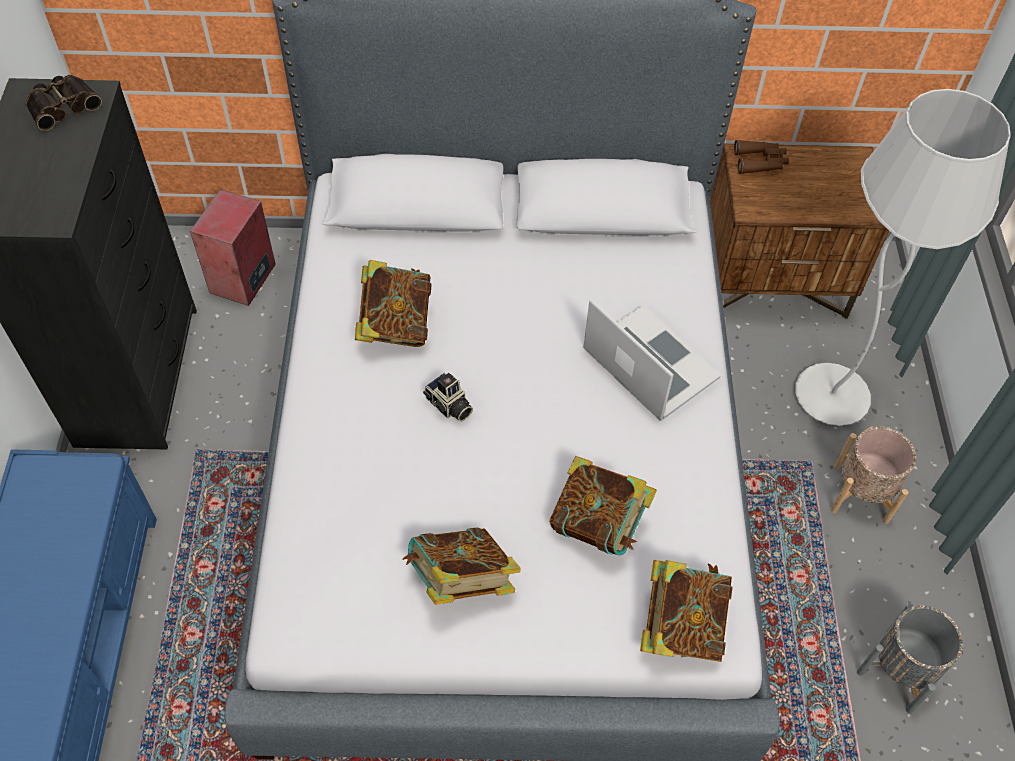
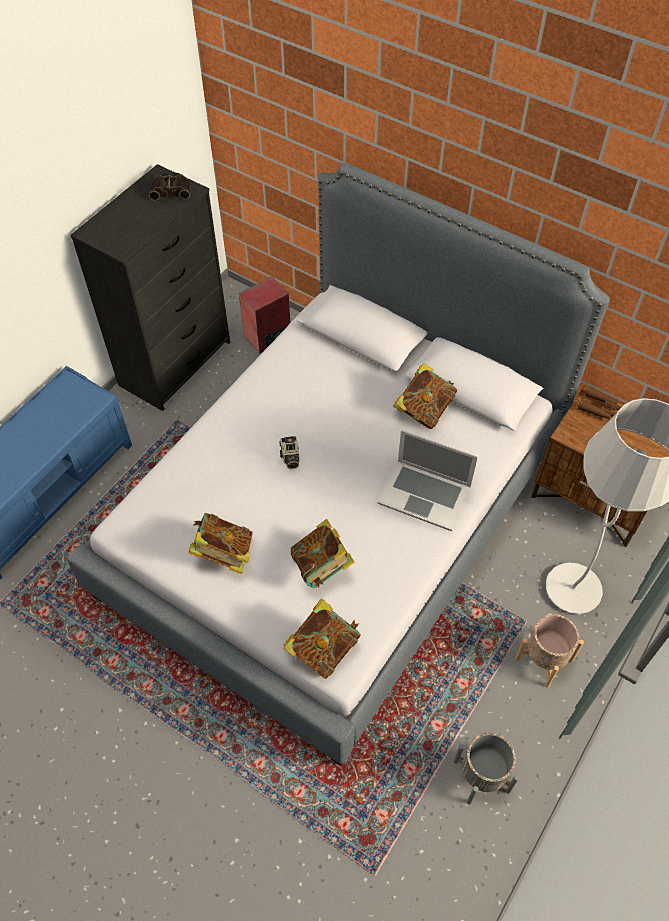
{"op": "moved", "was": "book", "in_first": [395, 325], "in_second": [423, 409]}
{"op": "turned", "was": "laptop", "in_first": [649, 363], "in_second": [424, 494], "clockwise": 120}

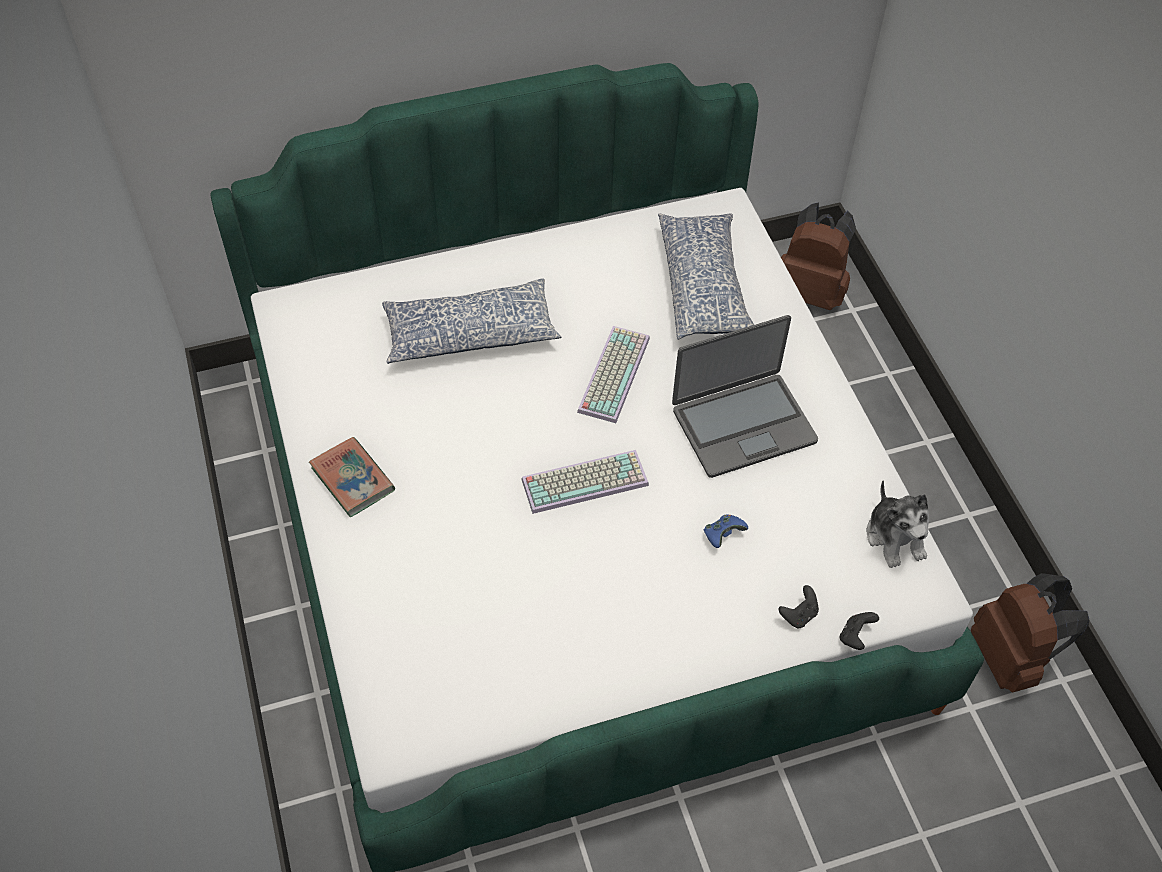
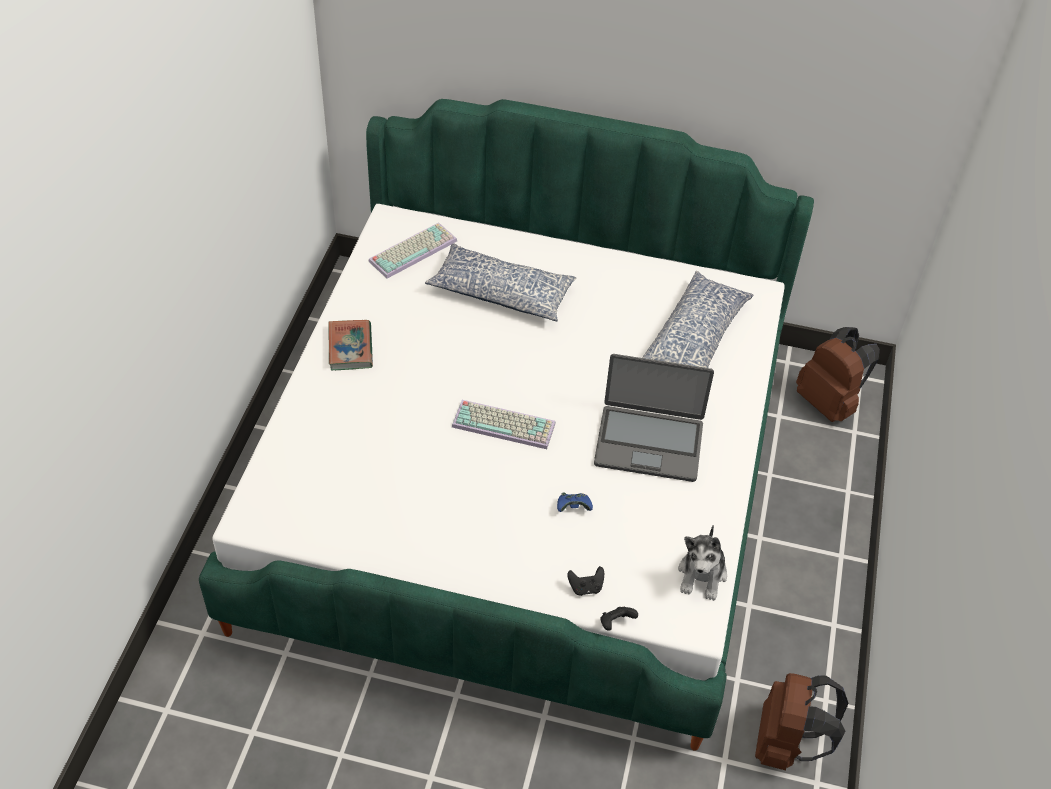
{"op": "moved", "was": "keyboard", "in_first": [612, 373], "in_second": [413, 249]}

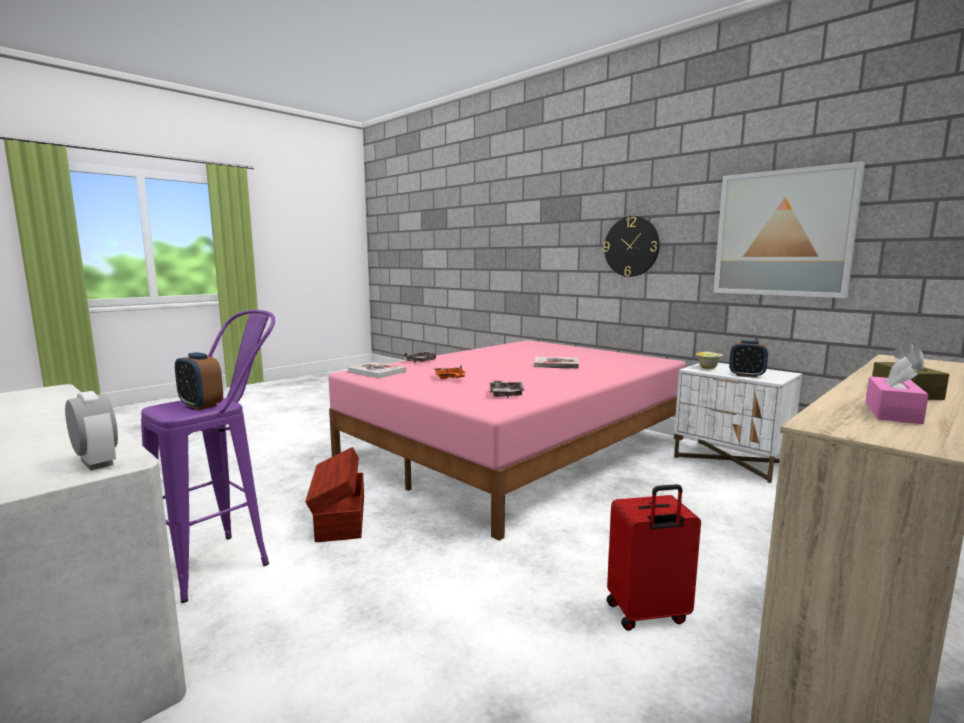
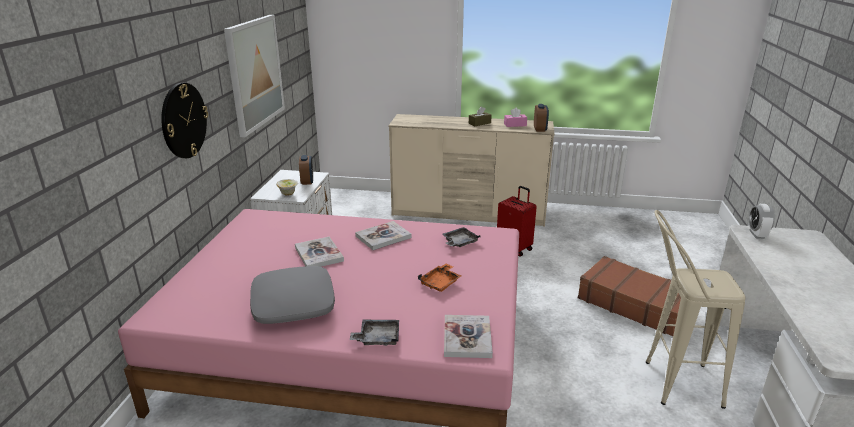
{"op": "recoloured", "was": "purple stool", "now": "beige stool", "in_first": [227, 559], "in_second": [670, 383]}
{"op": "moved", "was": "alarm clock", "in_first": [201, 405], "in_second": [540, 129]}
{"op": "removed", "was": "brown storage box", "in_first": [339, 518]}
{"op": "added", "now": "grey pillow", "in_second": [293, 304]}
{"op": "added", "now": "book", "in_second": [383, 237]}
{"op": "added", "now": "brown suitcase", "in_second": [636, 305]}

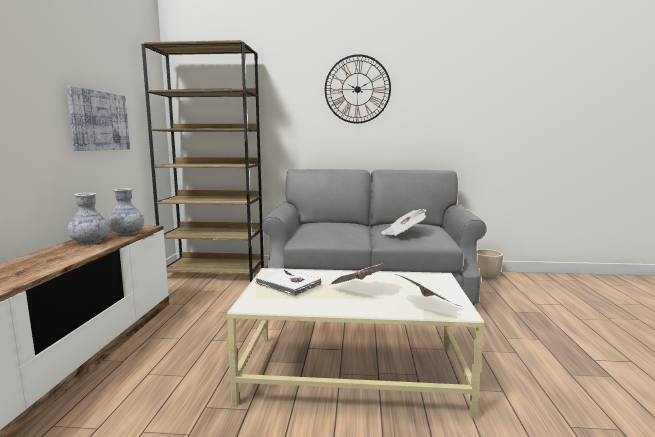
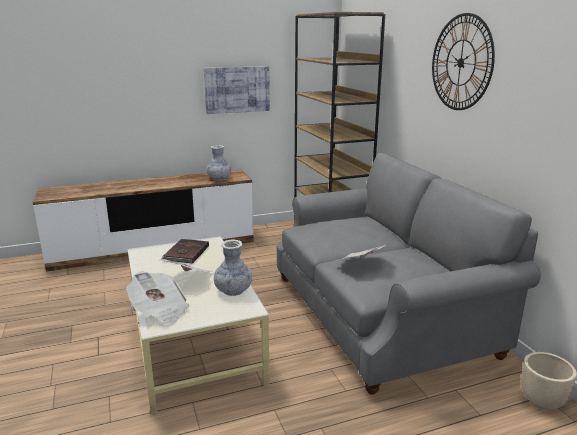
{"op": "moved", "was": "vase", "in_first": [90, 242], "in_second": [233, 290]}
{"op": "recoloured", "was": "white book", "now": "brown book", "in_first": [288, 285], "in_second": [185, 253]}

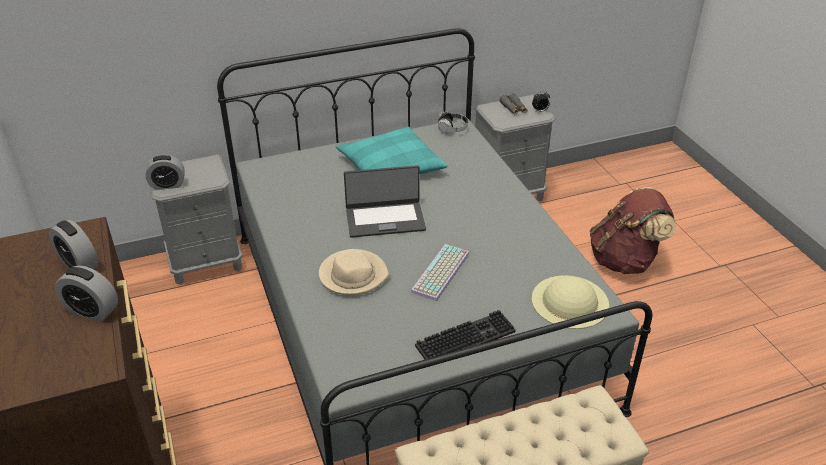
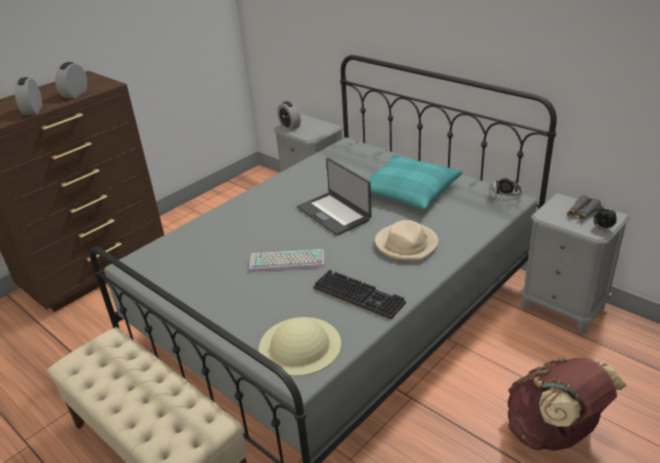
{"op": "moved", "was": "beige hat", "in_first": [353, 275], "in_second": [407, 244]}
{"op": "moved", "was": "keyboard", "in_first": [466, 337], "in_second": [361, 295]}

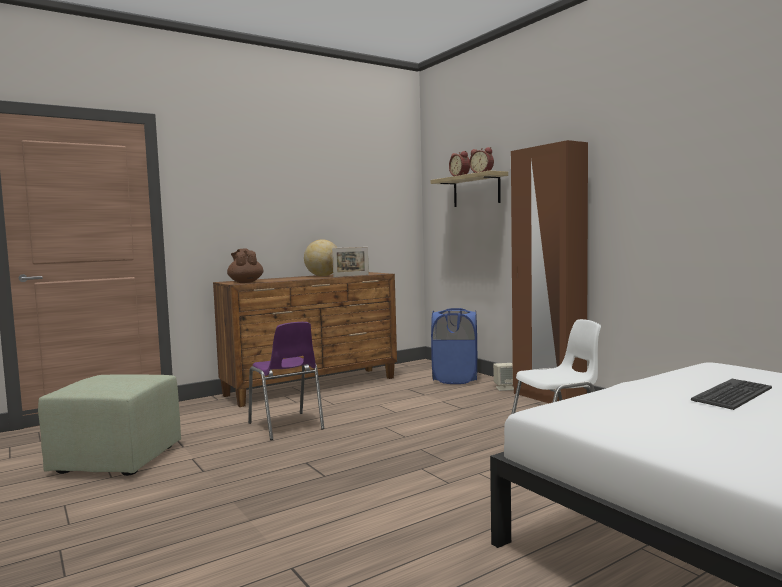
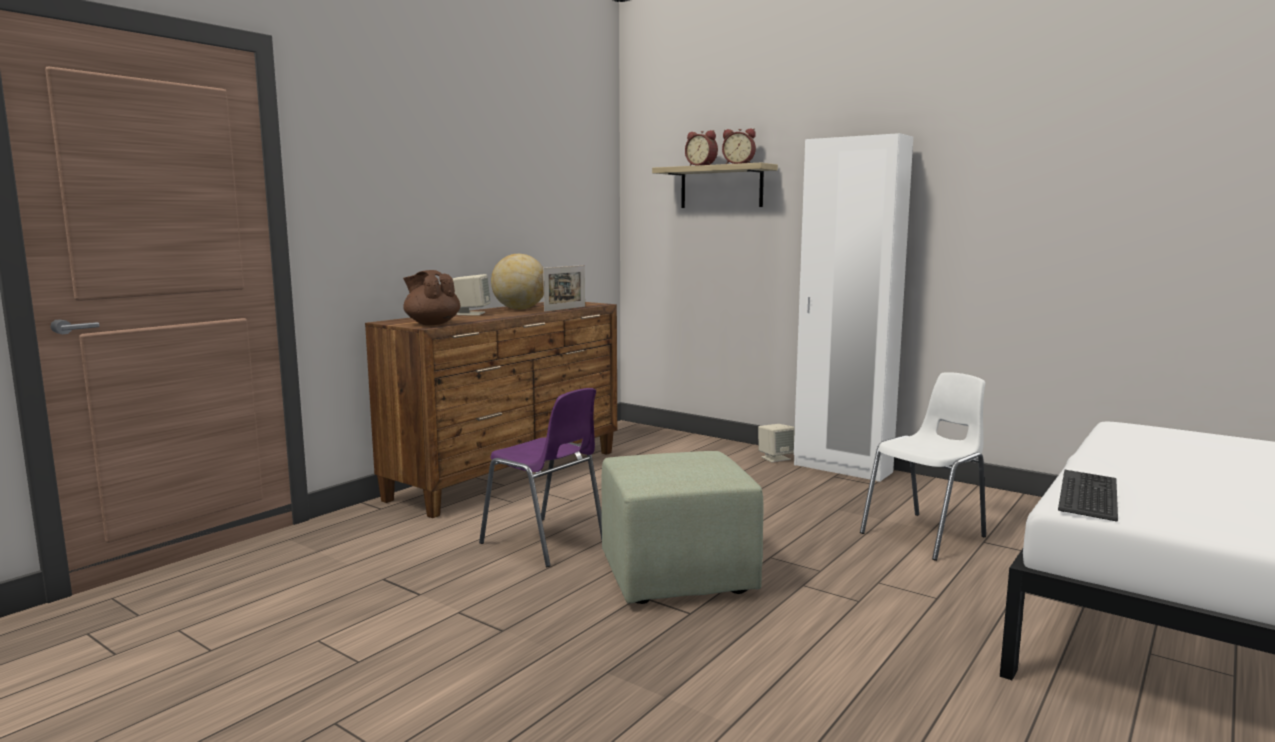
{"op": "moved", "was": "green ottoman", "in_first": [119, 460], "in_second": [678, 575]}
{"op": "removed", "was": "blue laundry basket", "in_first": [455, 379]}
{"op": "recoloured", "was": "brown wardrobe", "now": "white wardrobe", "in_first": [548, 398], "in_second": [842, 469]}
{"op": "moved", "was": "keyboard", "in_first": [733, 395], "in_second": [1090, 496]}
{"op": "added", "now": "beige speaker", "in_second": [470, 313]}

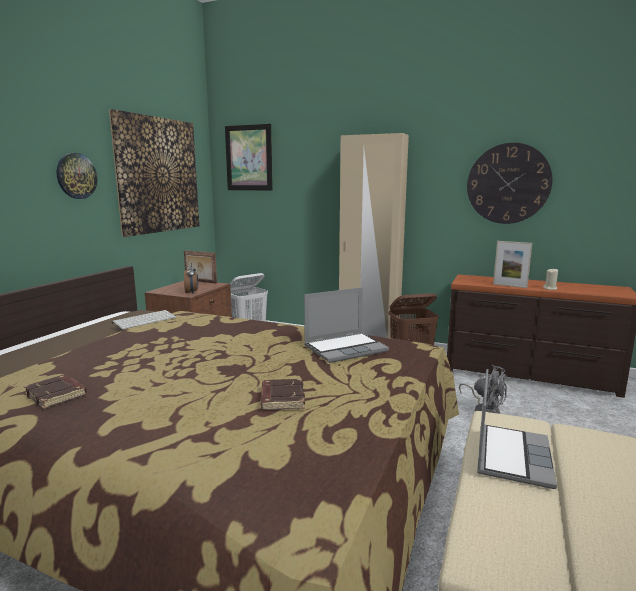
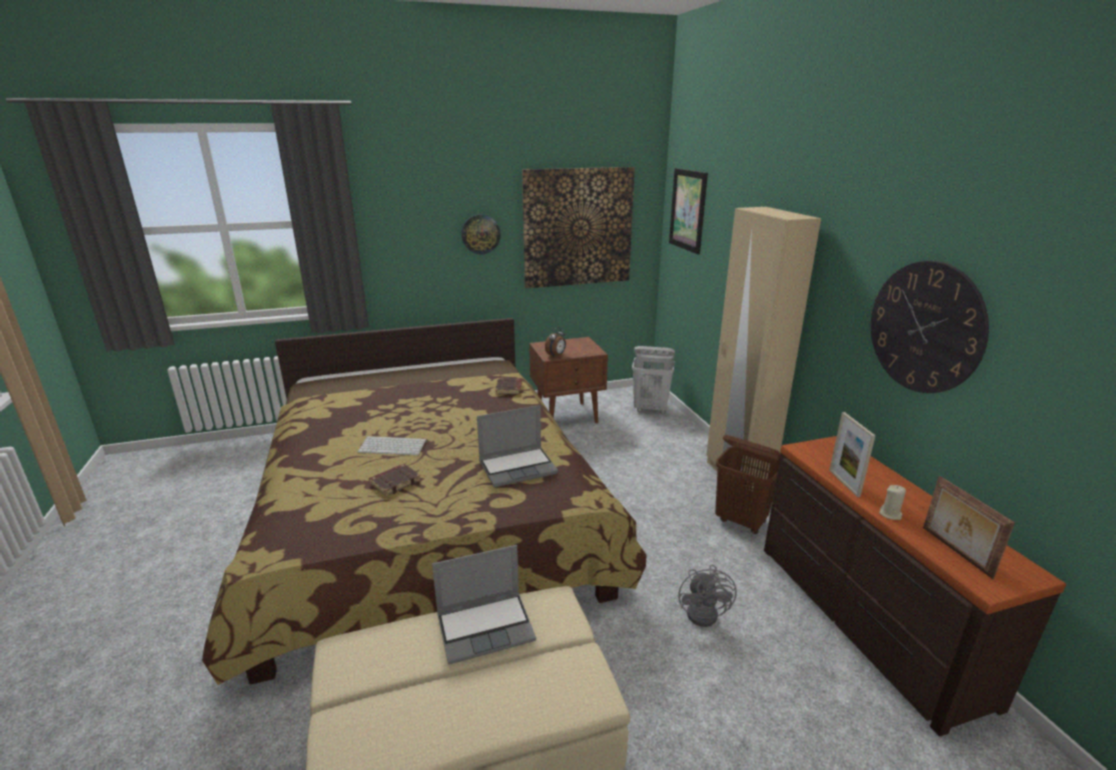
{"op": "moved", "was": "brown book", "in_first": [57, 395], "in_second": [509, 389]}
{"op": "moved", "was": "keyboard", "in_first": [145, 320], "in_second": [394, 446]}
{"op": "moved", "was": "picture frame", "in_first": [200, 281], "in_second": [955, 552]}
{"op": "turned", "was": "laptop", "in_first": [346, 348], "in_second": [518, 467], "clockwise": -45}

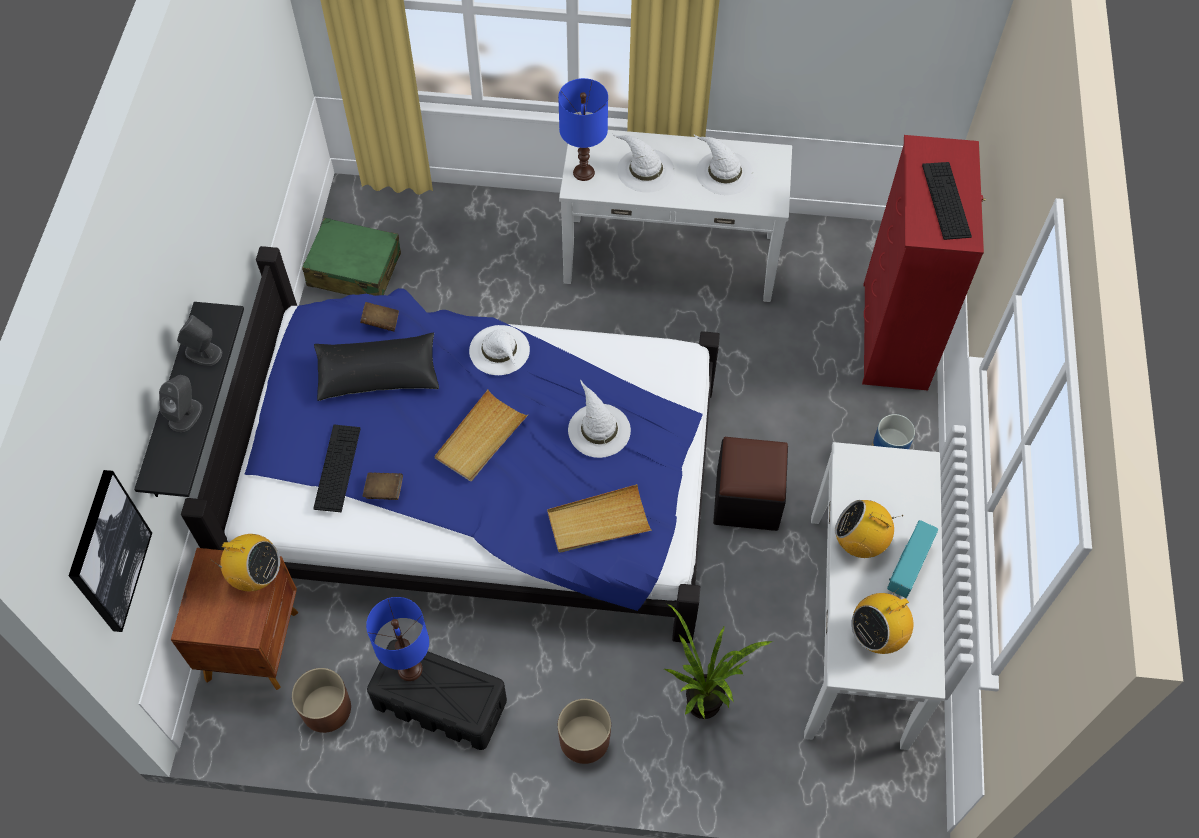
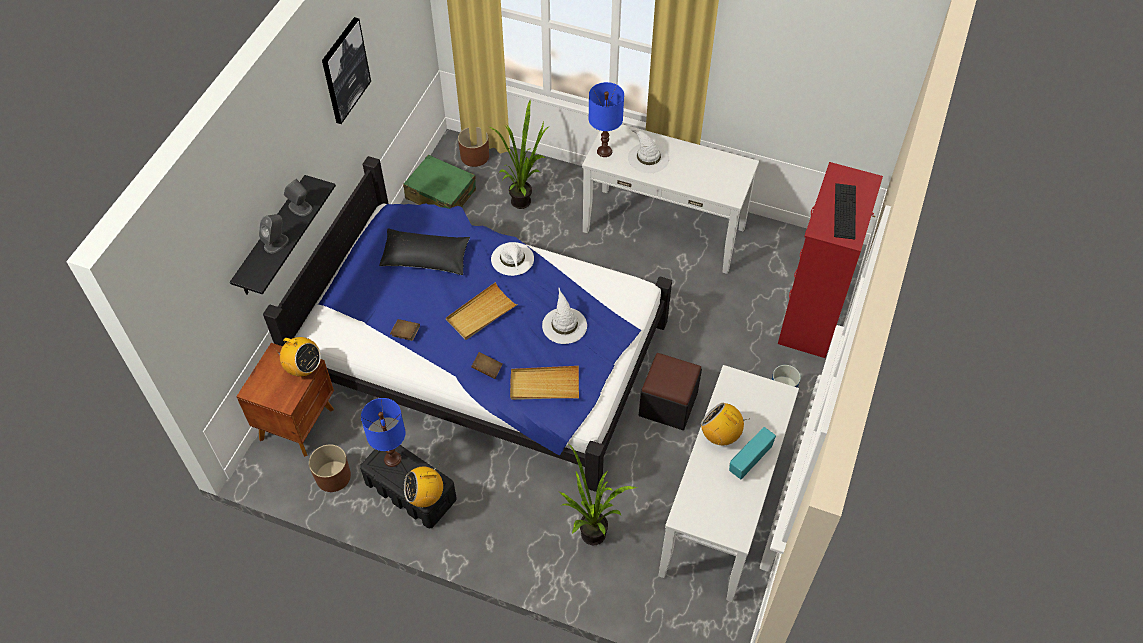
{"op": "moved", "was": "picture", "in_first": [108, 552], "in_second": [345, 70]}
{"op": "removed", "was": "keyboard", "in_first": [337, 468]}
{"op": "moved", "was": "brown book", "in_first": [381, 322], "in_second": [487, 369]}
{"op": "moved", "was": "brown planter", "in_first": [584, 739], "in_second": [474, 156]}
{"op": "removed", "was": "white hat", "in_first": [723, 172]}
{"op": "moved", "was": "radio", "in_first": [877, 635], "in_second": [425, 496]}
{"op": "added", "now": "potted plant", "in_second": [524, 199]}

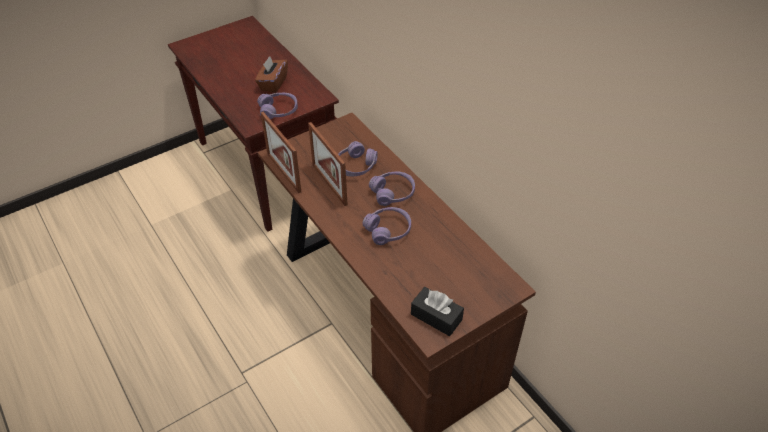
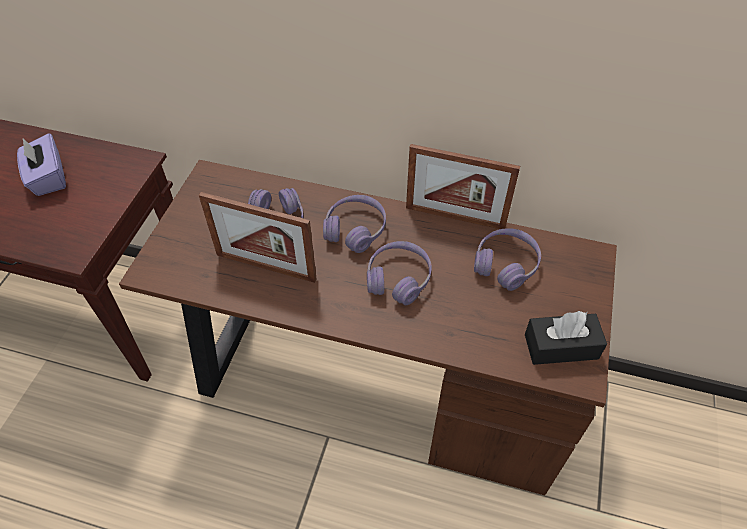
{"op": "recoloured", "was": "brown tissue box", "now": "purple tissue box", "in_first": [273, 83], "in_second": [48, 178]}
{"op": "moved", "was": "purple headphones", "in_first": [278, 111], "in_second": [505, 264]}
{"op": "moved", "was": "picture frame", "in_first": [284, 173], "in_second": [455, 217]}

